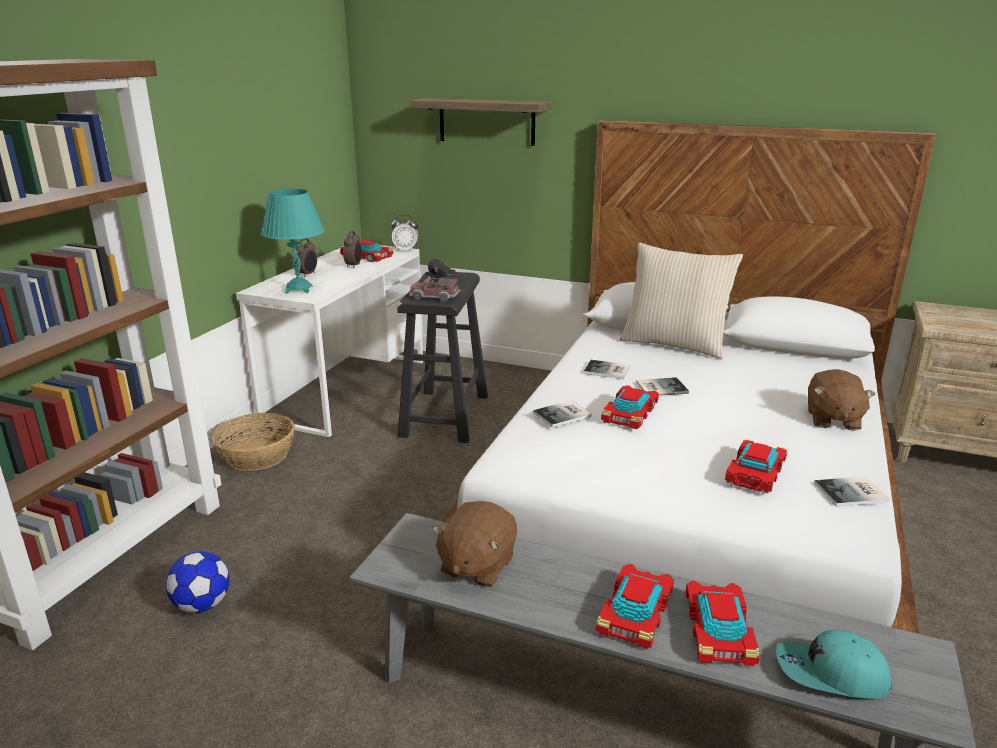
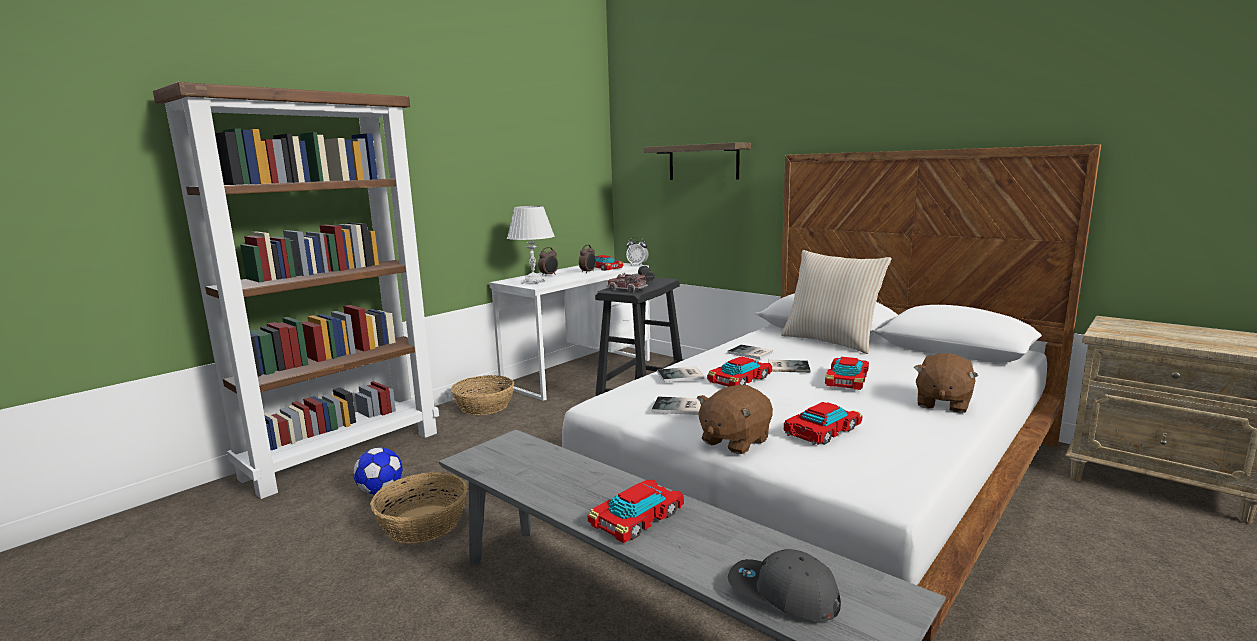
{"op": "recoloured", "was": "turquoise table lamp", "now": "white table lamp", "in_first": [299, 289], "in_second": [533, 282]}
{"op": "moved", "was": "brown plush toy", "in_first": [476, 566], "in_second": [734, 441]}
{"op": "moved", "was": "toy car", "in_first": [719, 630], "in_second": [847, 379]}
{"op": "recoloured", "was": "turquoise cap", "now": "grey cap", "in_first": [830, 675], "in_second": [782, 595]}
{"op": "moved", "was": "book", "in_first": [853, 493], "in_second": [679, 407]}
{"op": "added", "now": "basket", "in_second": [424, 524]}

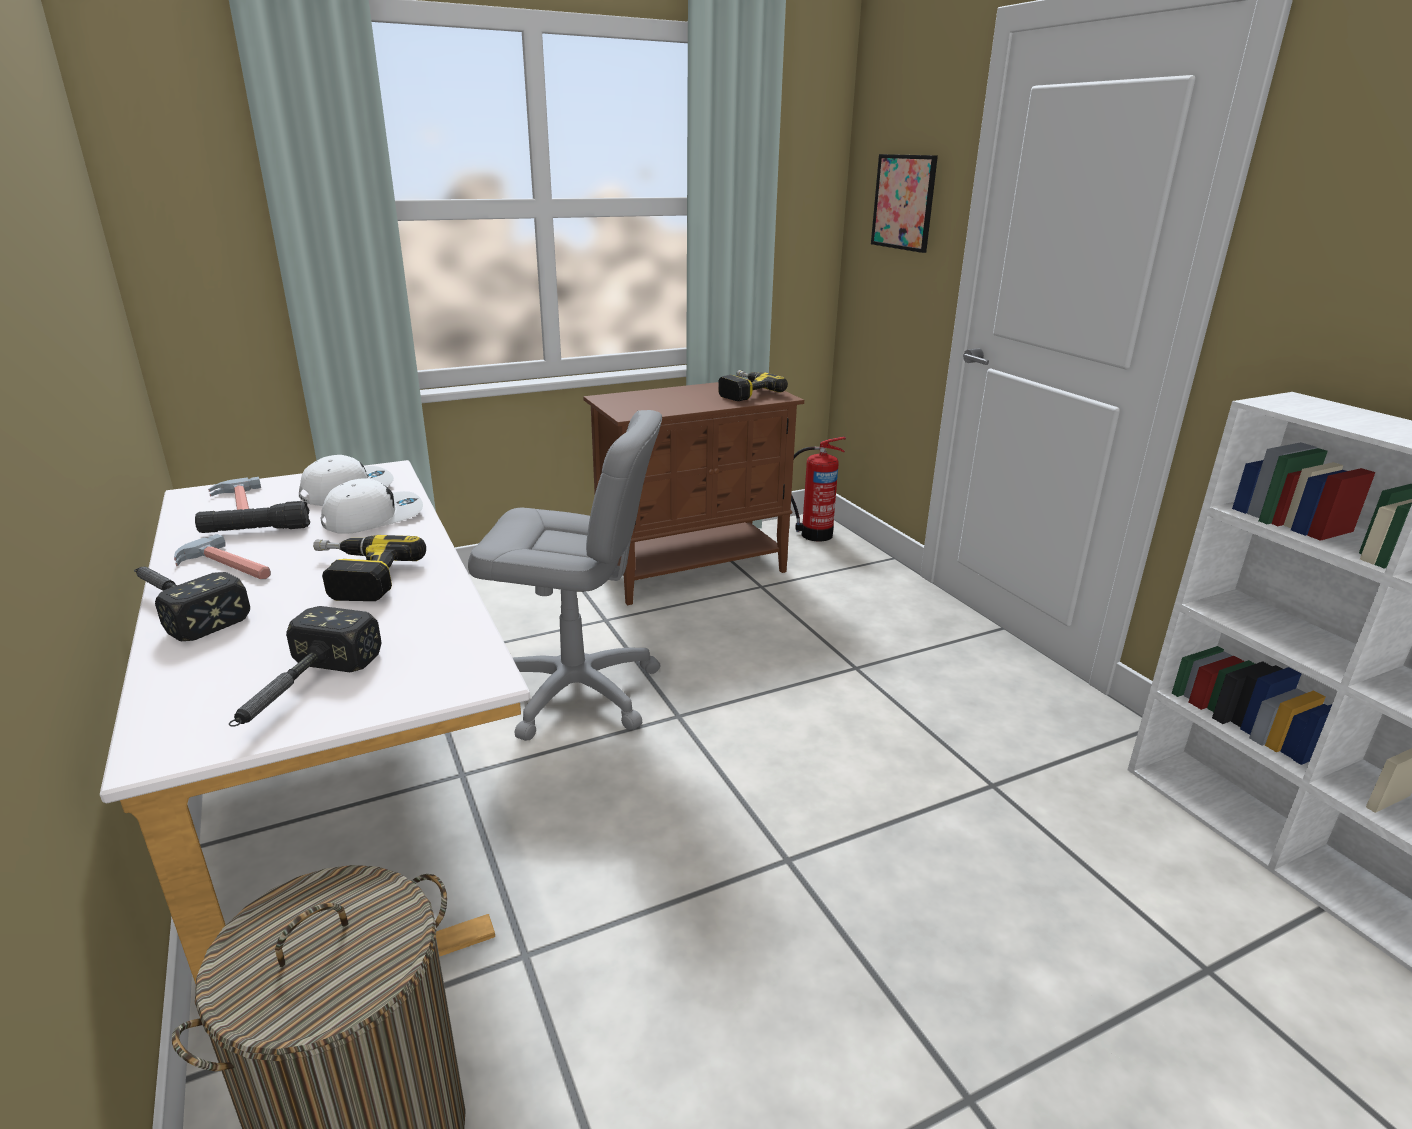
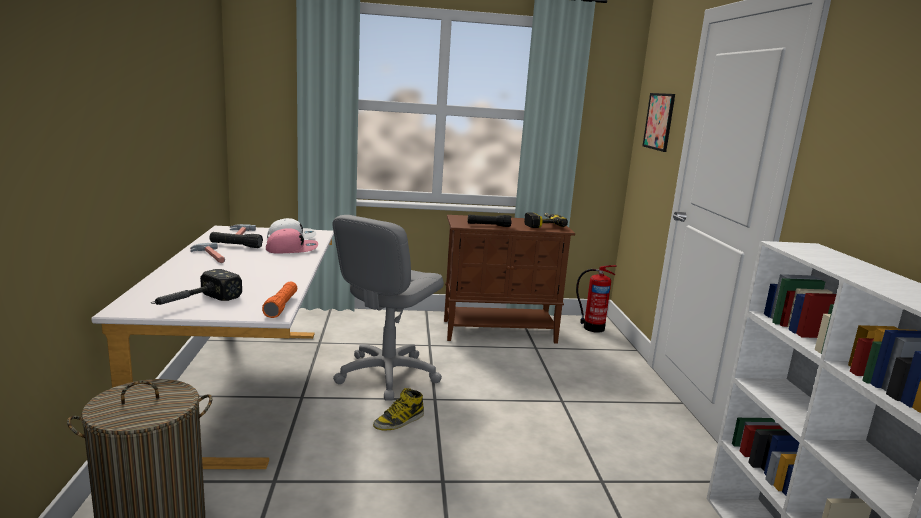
{"op": "removed", "was": "hammer", "in_first": [179, 608]}
{"op": "removed", "was": "power drill", "in_first": [355, 577]}
{"op": "recoloured", "was": "white cap", "now": "pink cap", "in_first": [373, 517], "in_second": [292, 249]}
{"op": "turned", "was": "grey office chair", "in_first": [575, 692], "in_second": [387, 375], "clockwise": 90}
{"op": "added", "now": "orange flashlight", "in_second": [281, 306]}
{"op": "added", "now": "boot", "in_second": [399, 421]}
{"op": "added", "now": "black flashlight", "in_second": [488, 225]}

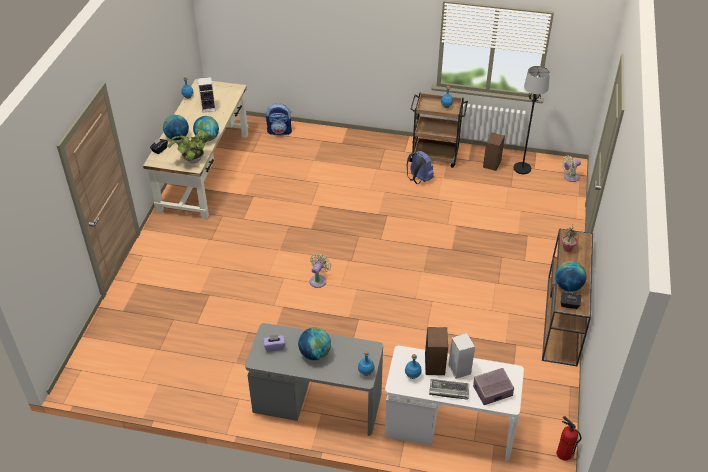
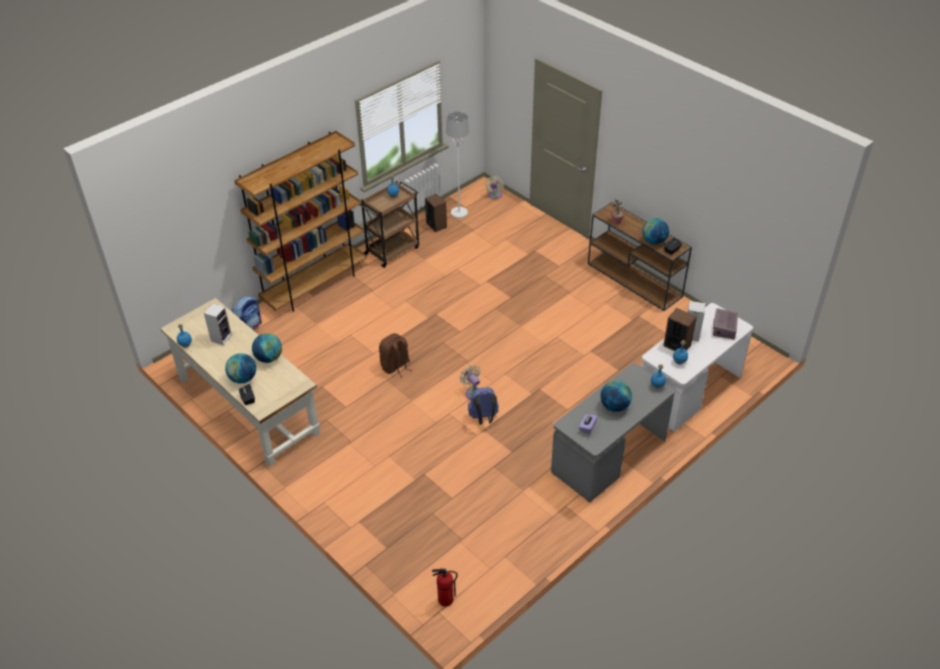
{"op": "removed", "was": "potted plant", "in_first": [192, 160]}
{"op": "moved", "was": "blue backpack", "in_first": [418, 179], "in_second": [483, 418]}
{"op": "removed", "was": "keyboard", "in_first": [448, 391]}
{"op": "recoloured", "was": "black floor lamp", "now": "white floor lamp", "in_first": [522, 168], "in_second": [459, 213]}
{"op": "moved", "was": "fire extinguisher", "in_first": [563, 453], "in_second": [445, 600]}
{"op": "added", "now": "brown bookcase", "in_second": [315, 285]}
{"op": "added", "now": "brown backpack", "in_second": [396, 366]}

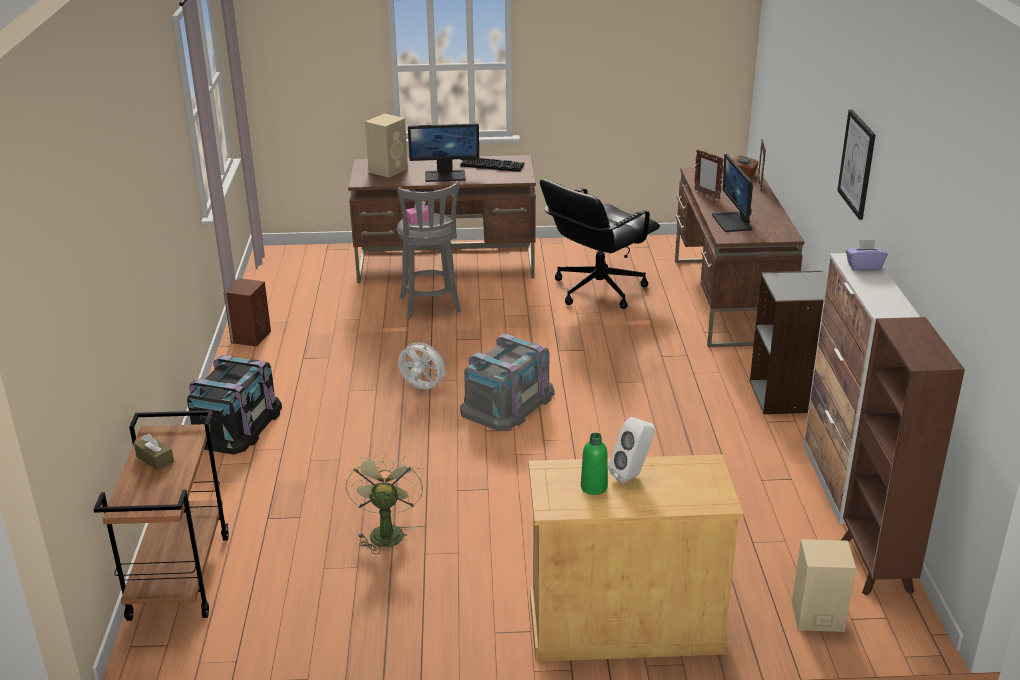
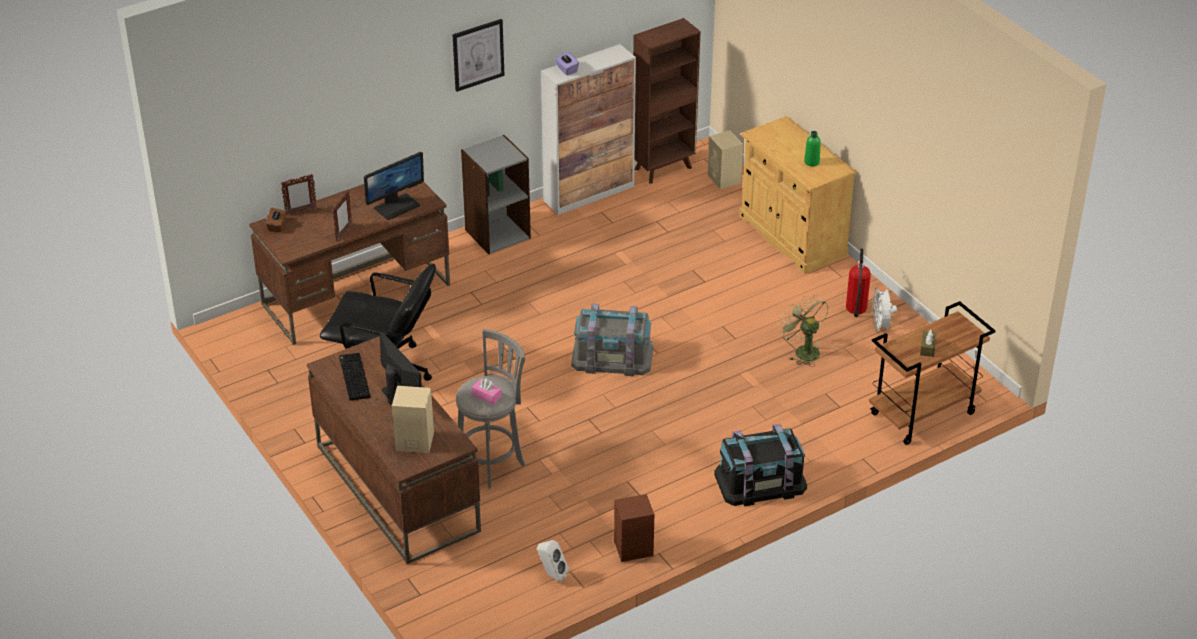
{"op": "turned", "was": "green fan", "in_first": [385, 531], "in_second": [803, 350], "clockwise": 90}
{"op": "moved", "was": "white fan", "in_first": [422, 388], "in_second": [881, 327]}
{"op": "moved", "was": "white speaker", "in_first": [632, 476], "in_second": [552, 575]}
{"op": "added", "now": "fire extinguisher", "in_second": [856, 309]}

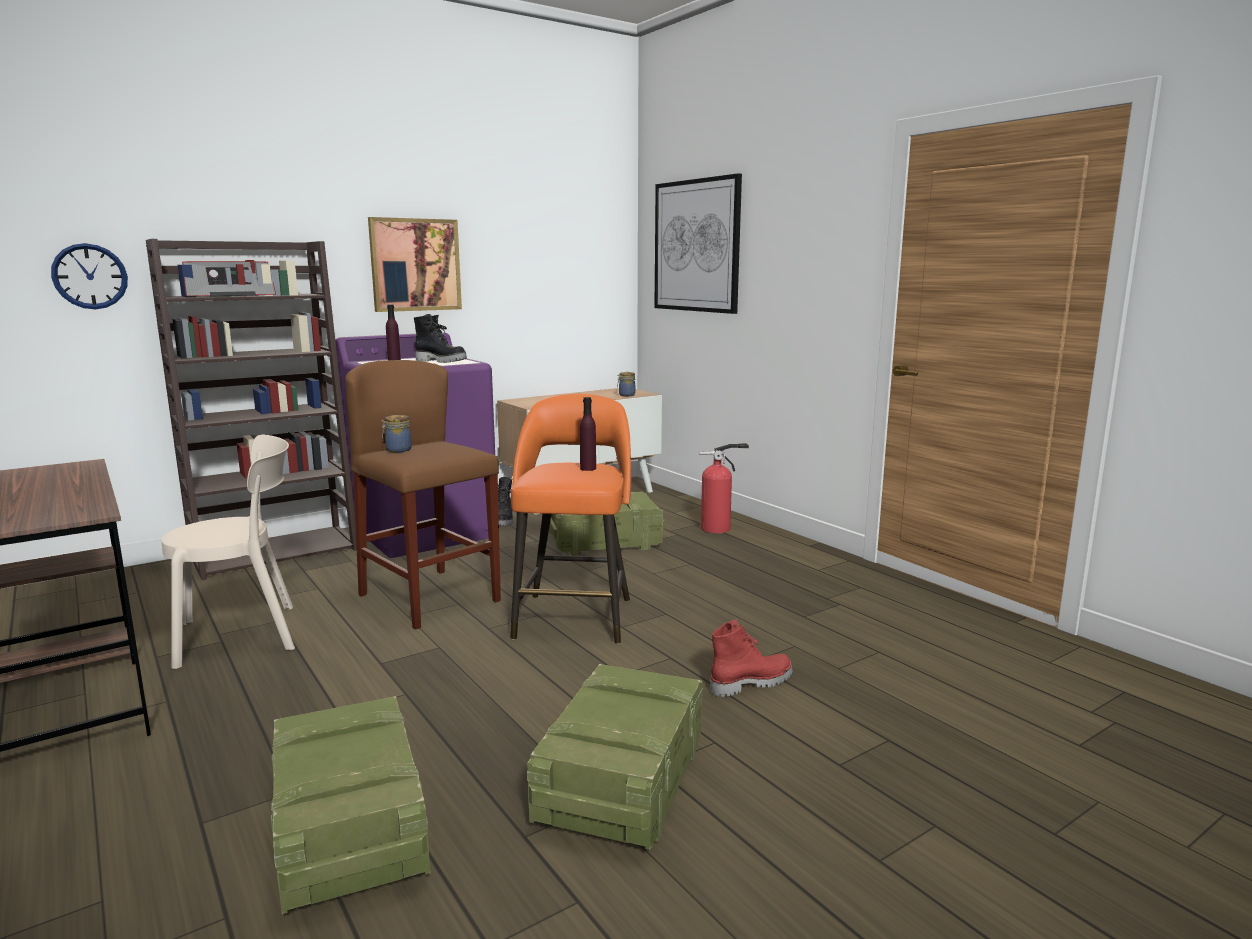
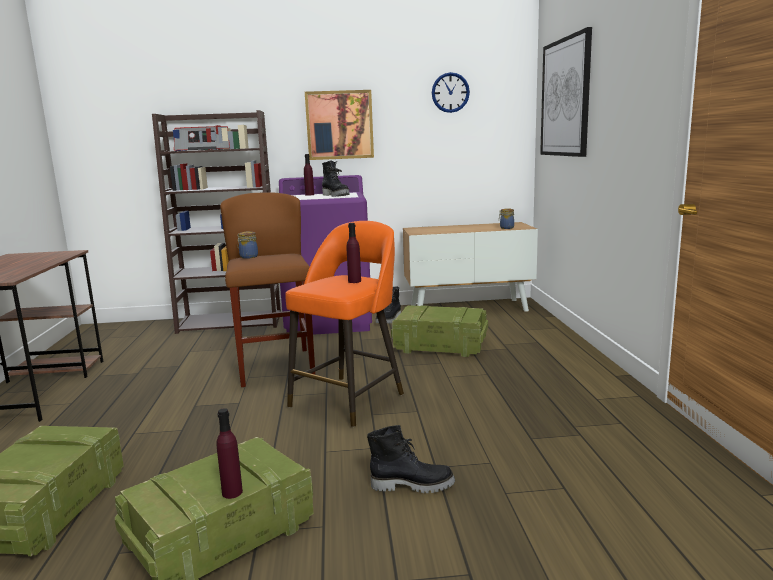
{"op": "moved", "was": "wall clock", "in_first": [90, 276], "in_second": [450, 92]}
{"op": "removed", "was": "beige chair", "in_first": [245, 634]}
{"op": "removed", "was": "fire extinguisher", "in_first": [719, 528]}
{"op": "recoloured", "was": "red boot", "now": "black boot", "in_first": [750, 683], "in_second": [412, 485]}
{"op": "added", "now": "purple bottle", "in_second": [232, 492]}

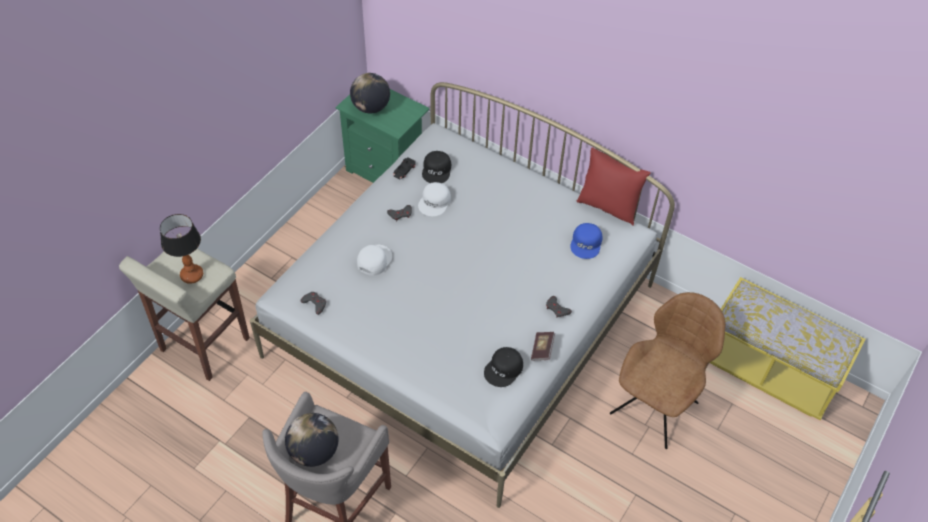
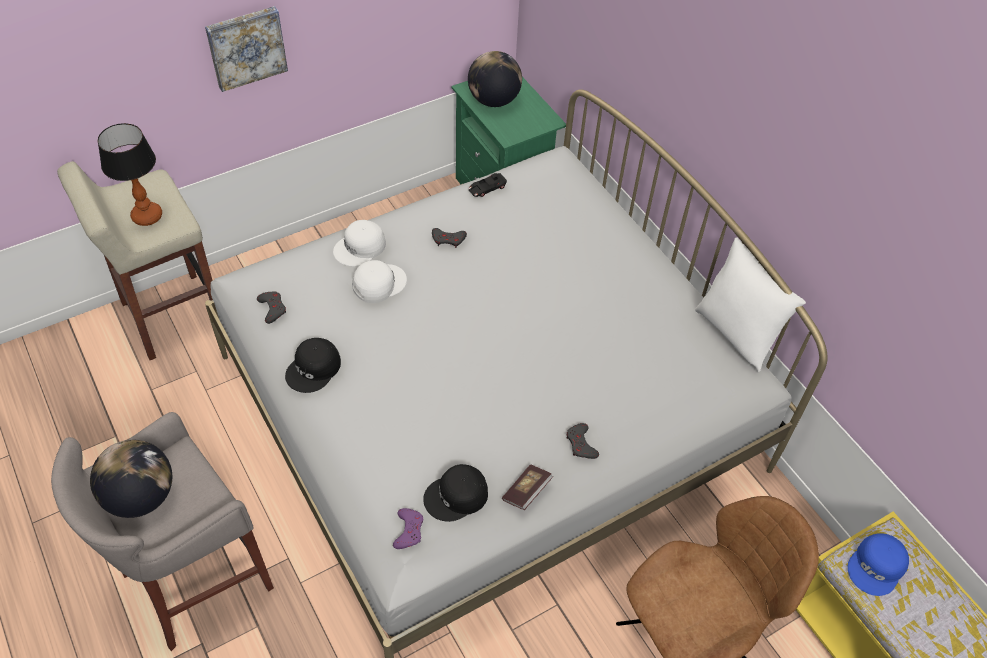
{"op": "moved", "was": "white cap", "in_first": [435, 202], "in_second": [360, 248]}
{"op": "moved", "was": "black cap", "in_first": [437, 170], "in_second": [314, 369]}
{"op": "moved", "was": "blue cap", "in_first": [586, 243], "in_second": [877, 567]}
{"op": "recoloured", "was": "red pillow", "now": "white pillow", "in_first": [608, 207], "in_second": [736, 333]}
{"op": "added", "now": "picture", "in_second": [246, 47]}
{"op": "added", "now": "purple game controller", "in_second": [408, 530]}

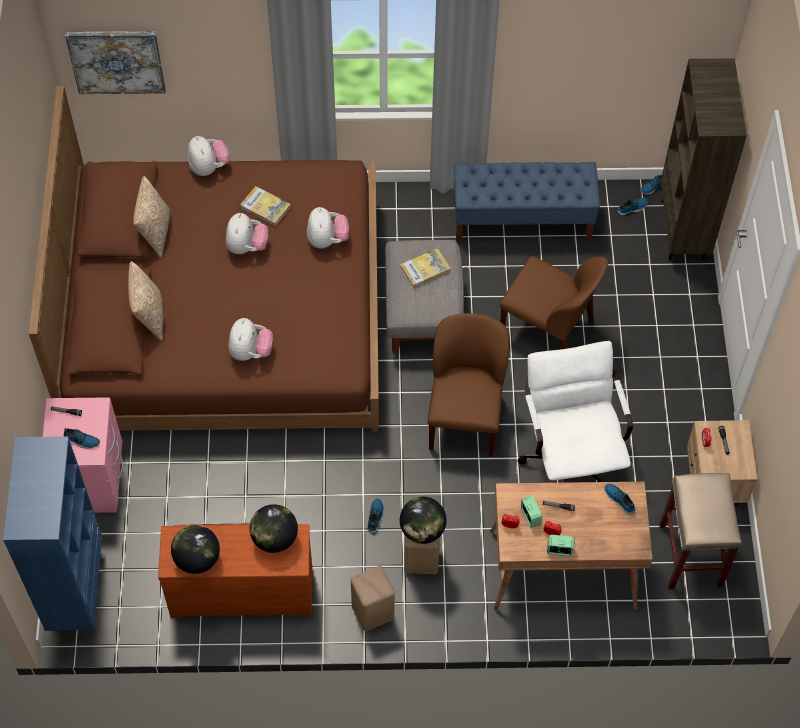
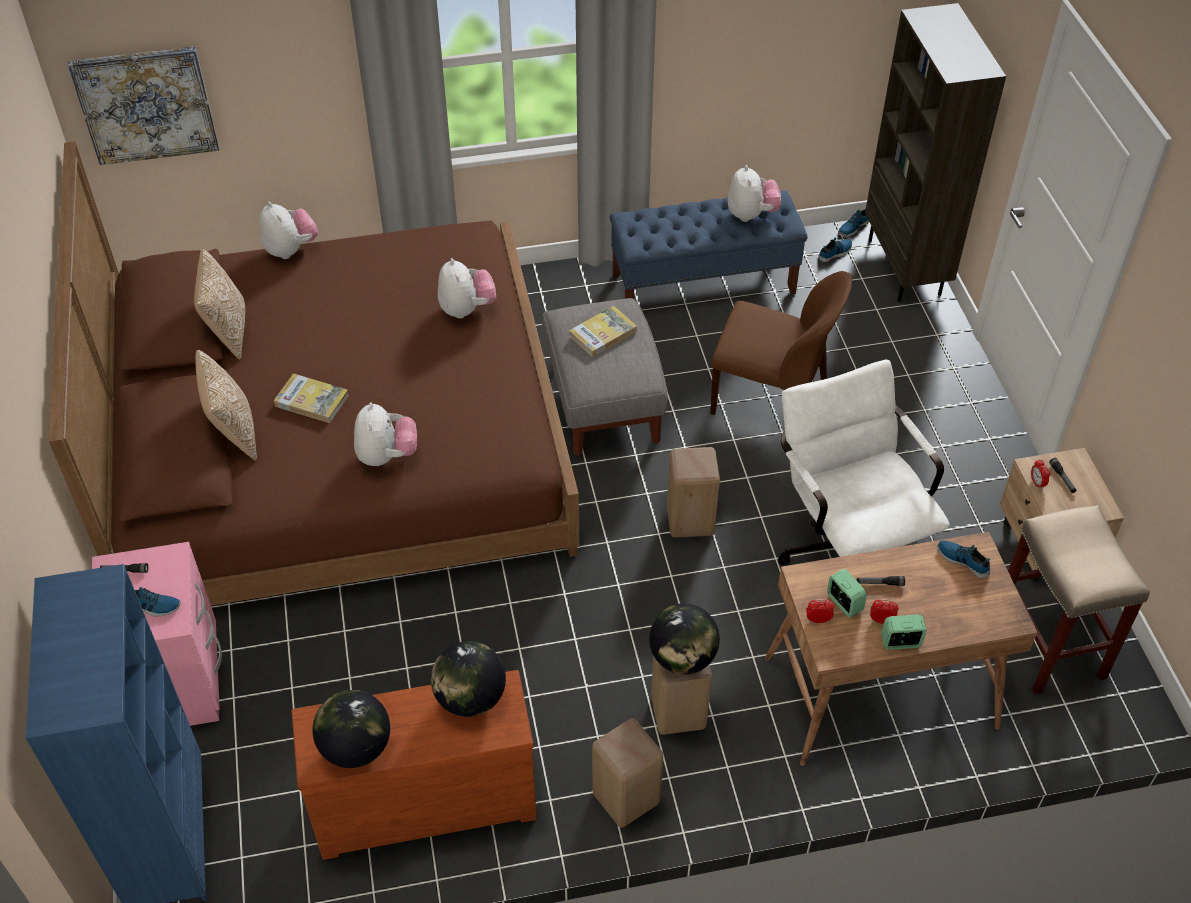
{"op": "moved", "was": "plush toy", "in_first": [247, 247], "in_second": [751, 215]}
{"op": "moved", "was": "book", "in_first": [265, 207], "in_second": [312, 401]}
{"op": "removed", "was": "shoe", "in_first": [375, 517]}
{"op": "replaced", "was": "brown chair", "now": "beige stool", "in_first": [465, 418], "in_second": [691, 519]}

